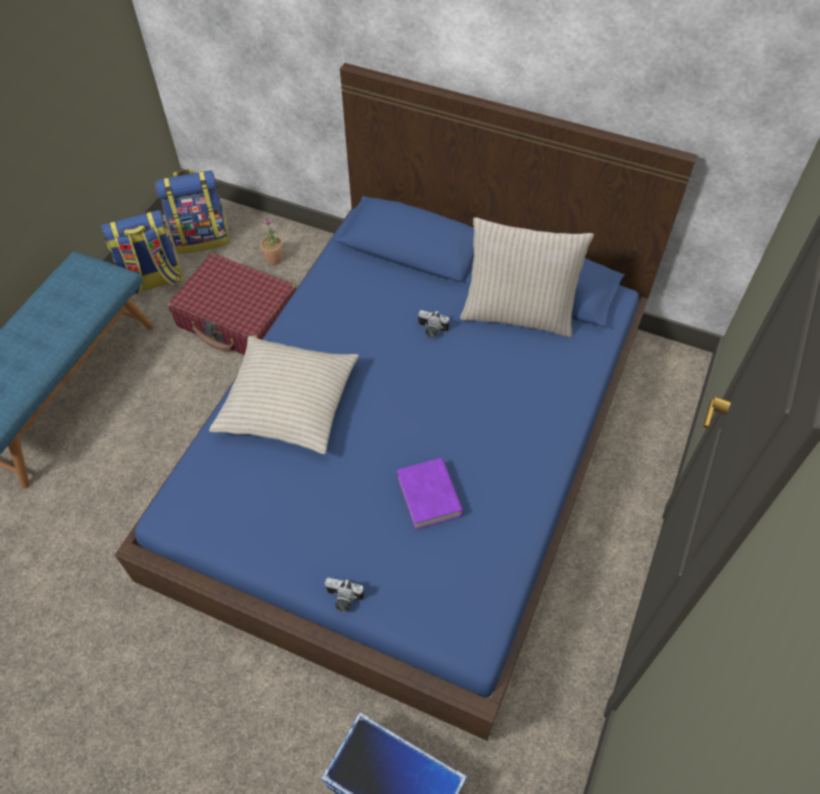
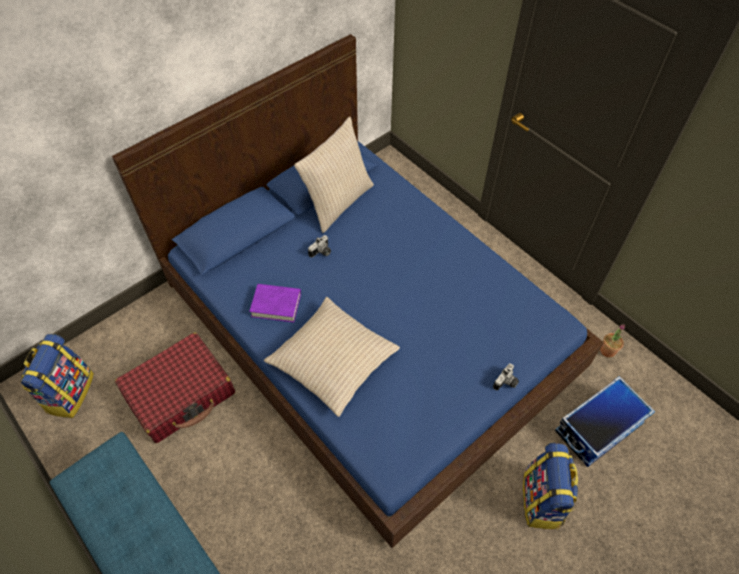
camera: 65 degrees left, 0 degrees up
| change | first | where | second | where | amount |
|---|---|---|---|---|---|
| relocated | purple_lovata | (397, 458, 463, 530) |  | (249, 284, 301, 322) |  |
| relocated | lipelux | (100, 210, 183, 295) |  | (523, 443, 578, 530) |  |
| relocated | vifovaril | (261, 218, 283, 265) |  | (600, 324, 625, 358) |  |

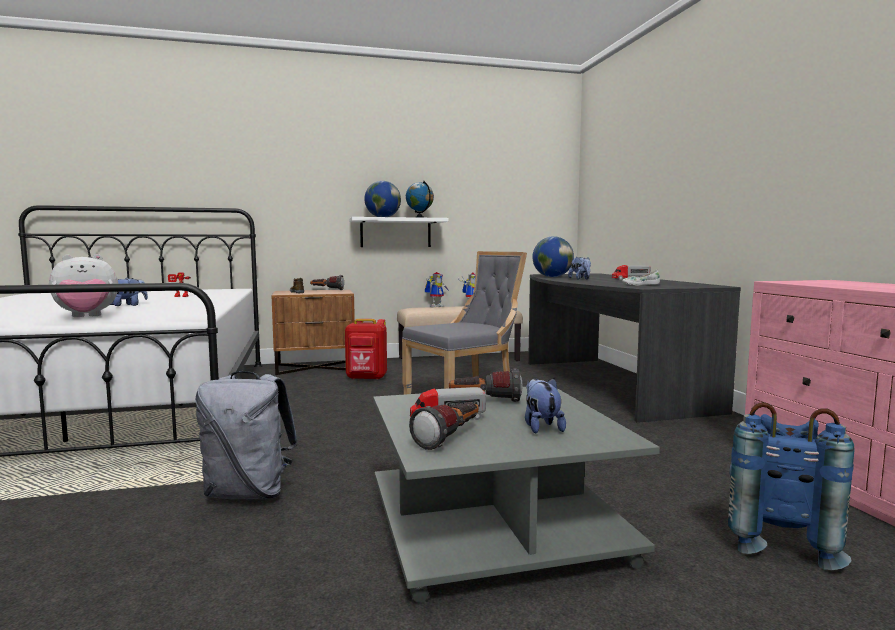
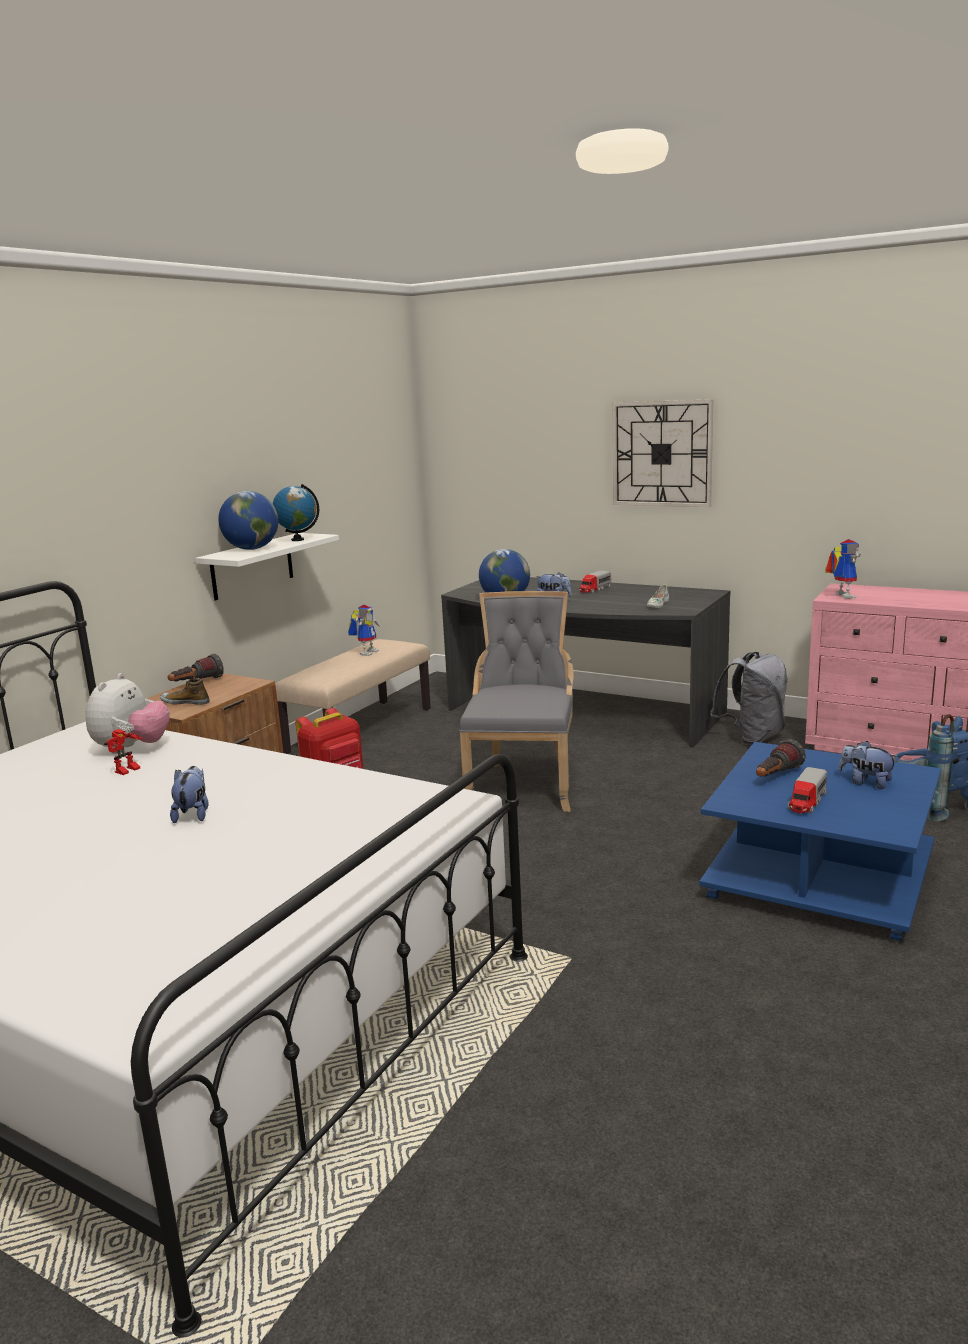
camera: 45 degrees left, 10 degrees up
| change | first | where | second | where | amount |
|---|---|---|---|---|---|
| relocated | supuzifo | (49, 254, 118, 317) |  | (85, 673, 170, 754) |  |
| appeared |  |  | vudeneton | (612, 399, 713, 507) |  |
| colour | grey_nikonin | (373, 387, 660, 603) | blue_nikonin | (699, 742, 941, 942) |  |
| relocated | grey_lipelux | (195, 371, 298, 499) |  | (710, 652, 788, 745) |  |
| relocated | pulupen | (425, 272, 449, 307) |  | (825, 539, 861, 599) |  |
| missing | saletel | (409, 402, 479, 450) |  |  |  |

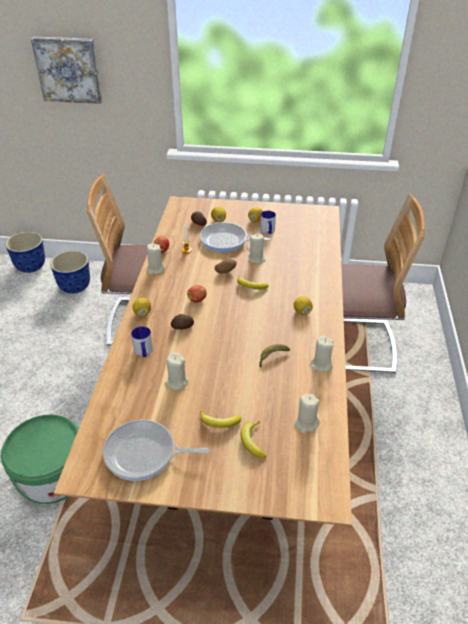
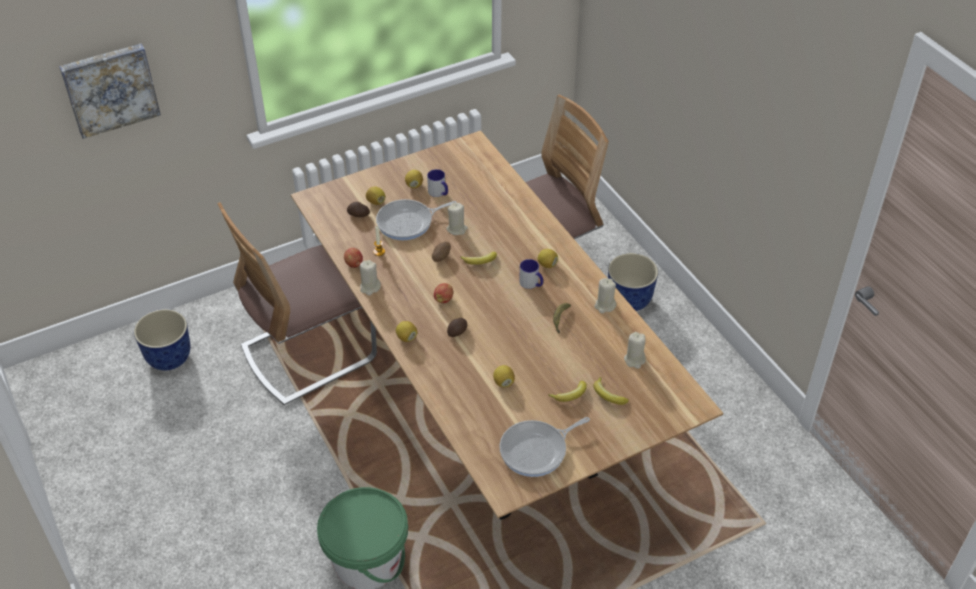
camera: 35 degrees left, 5 degrees up
| change | first | where | second | where | amount |
|---|---|---|---|---|---|
| exchanged | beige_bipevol | (165, 353, 189, 390) | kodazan | (493, 365, 515, 387) |  |
| relocated | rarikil | (131, 326, 153, 357) |  | (519, 259, 543, 289) |  |
| relocated | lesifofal | (5, 232, 45, 273) |  | (608, 253, 658, 311) |  |

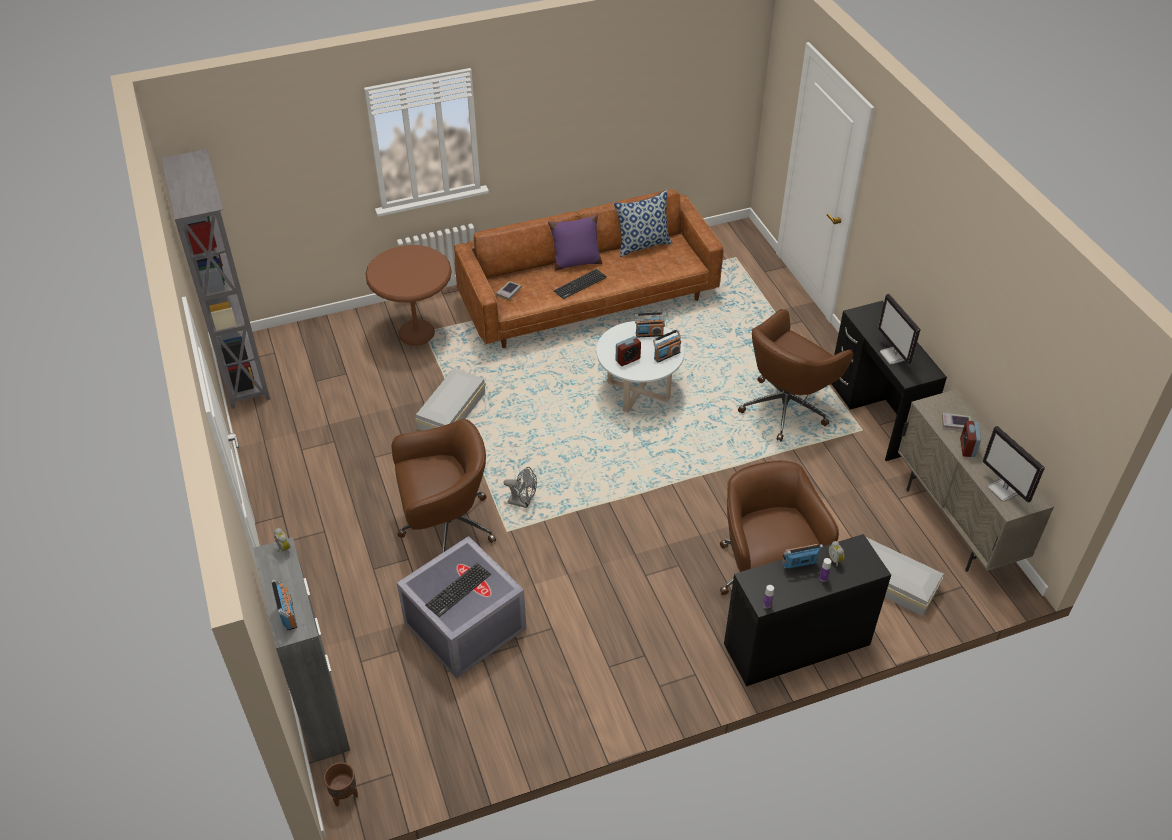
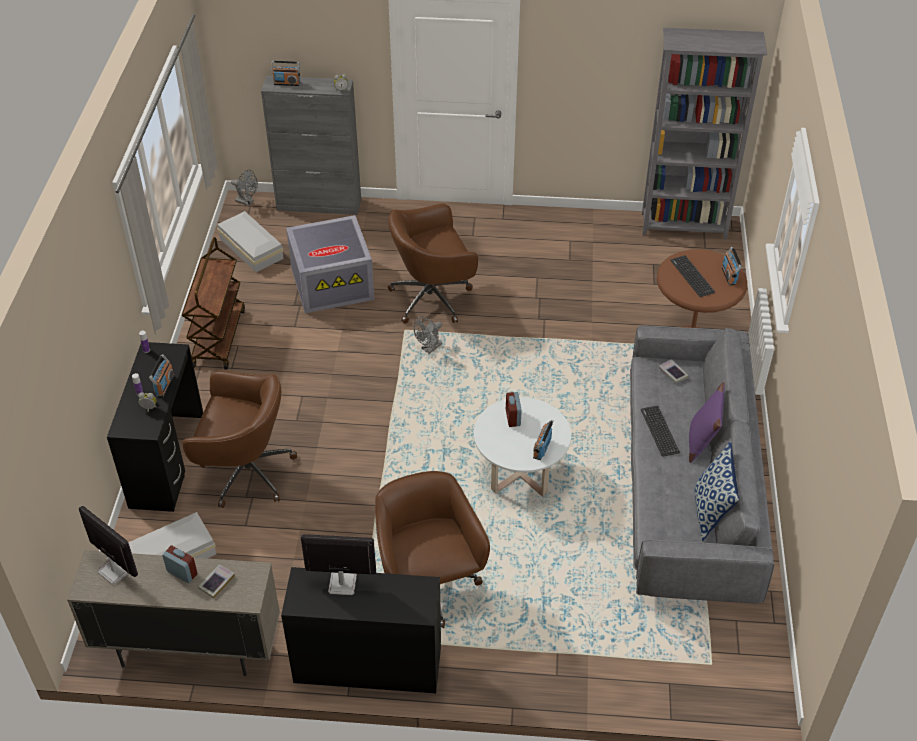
camera: 115 degrees right, 0 degrees up
| change | first | where | second | where | amount |
|---|---|---|---|---|---|
| spun | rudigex | (982, 426, 1045, 503) |  | (79, 506, 138, 585) | 45 degrees clockwise |
| appeared |  |  | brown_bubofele | (182, 237, 245, 370) |  |
| relocated | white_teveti | (416, 368, 486, 430) |  | (217, 211, 284, 272) |  |
| exchanged | brown_lesifofal | (324, 762, 358, 807) | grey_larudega | (231, 170, 258, 206) |  |
| spun | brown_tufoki | (391, 419, 496, 553) |  | (388, 203, 478, 324) | 60 degrees clockwise |
| colour | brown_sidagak | (454, 189, 724, 348) | grey_sidagak | (630, 326, 774, 604) |  |
| relocated | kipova | (425, 563, 491, 617) |  | (670, 255, 715, 297) |  |
| relocated | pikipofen | (653, 330, 681, 362) |  | (722, 247, 742, 285) |  |

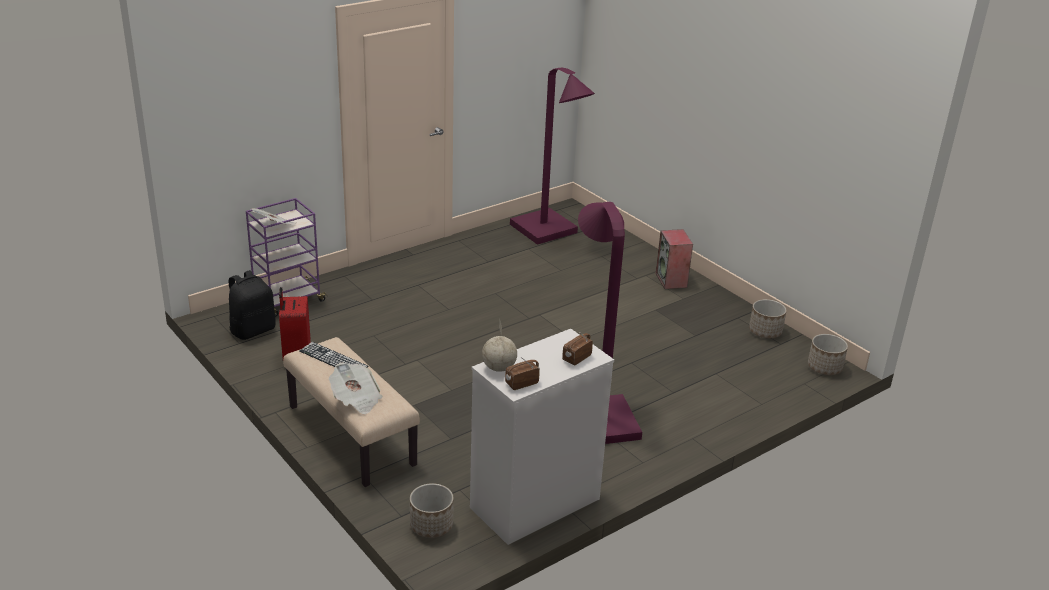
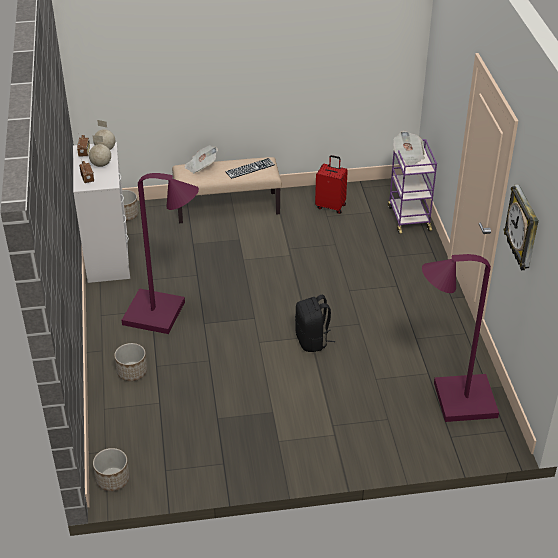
camera: 120 degrees right, 10 degrees up
| change | first | where | second | where | amount |
|---|---|---|---|---|---|
| appeared |  |  | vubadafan | (89, 135, 111, 167) |  |
| relocated | lesifofal | (749, 299, 787, 338) |  | (114, 343, 147, 381) |  |
| relocated | black_lipelux | (229, 270, 276, 340) |  | (295, 295, 335, 352) |  |
| appeared |  |  | vudeneton | (504, 184, 539, 270) |  |
| missing | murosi | (656, 229, 693, 289) |  |  |  |

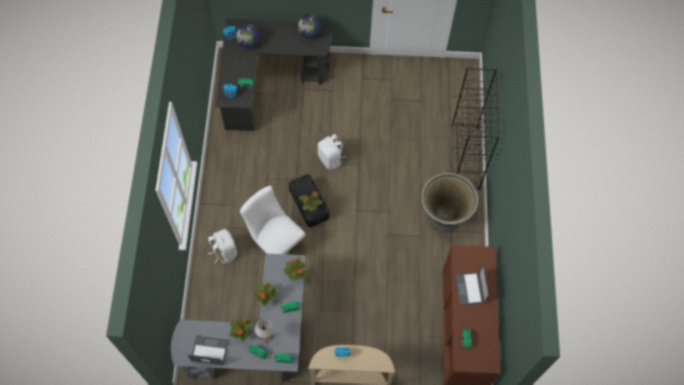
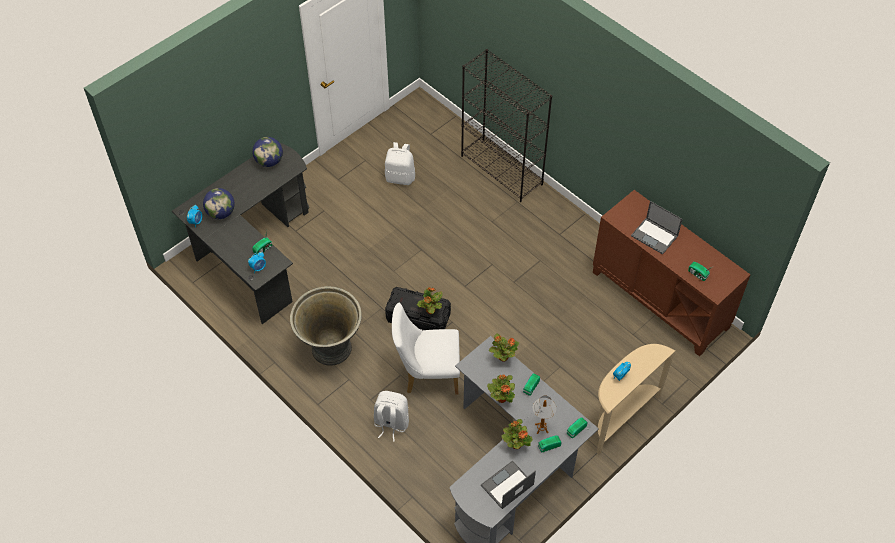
camera: 45 degrees left, 10 degrees down
| change | first | where | second | where | amount |
|---|---|---|---|---|---|
| relocated | grey_lesifofal | (421, 173, 478, 232) |  | (290, 286, 362, 366) |  |
| relocated | white_lipelux | (318, 134, 346, 170) |  | (385, 142, 415, 185) |  |

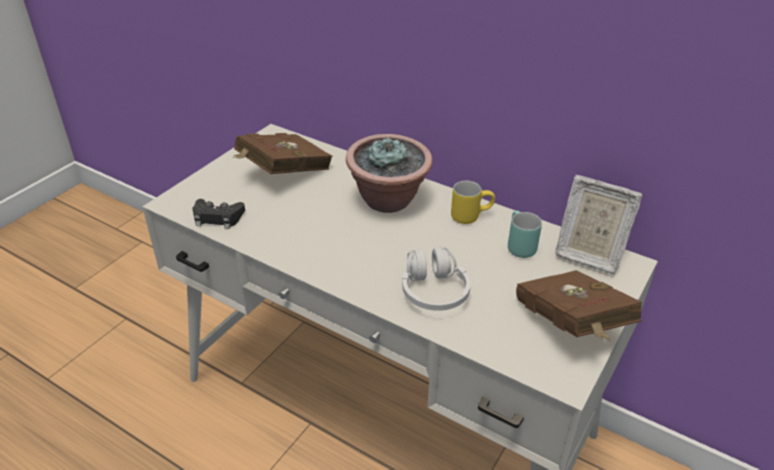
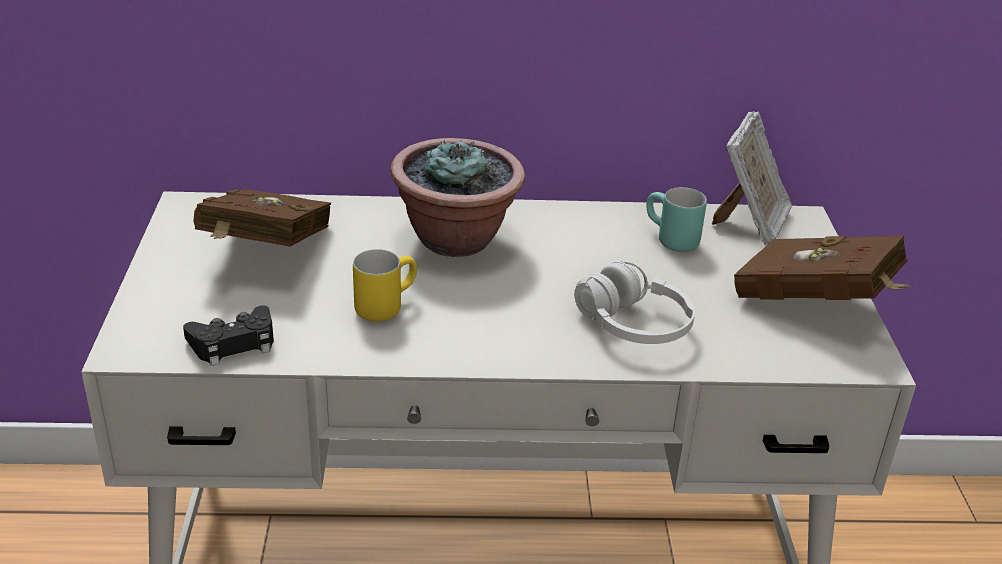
camera: 35 degrees left, 5 degrees down
| change | first | where | second | where | amount |
|---|---|---|---|---|---|
| relocated | yellow_rarikil | (451, 181, 495, 224) |  | (353, 249, 417, 322) |  |
| spun | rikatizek | (555, 175, 642, 274) |  | (712, 111, 792, 245) | 60 degrees counterclockwise |

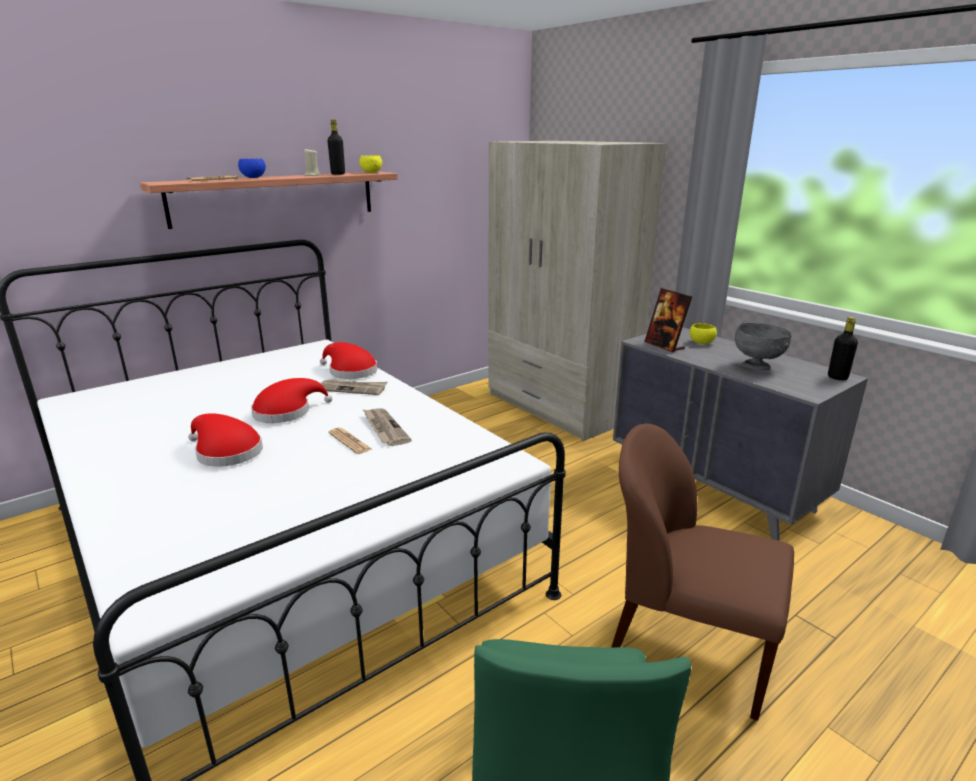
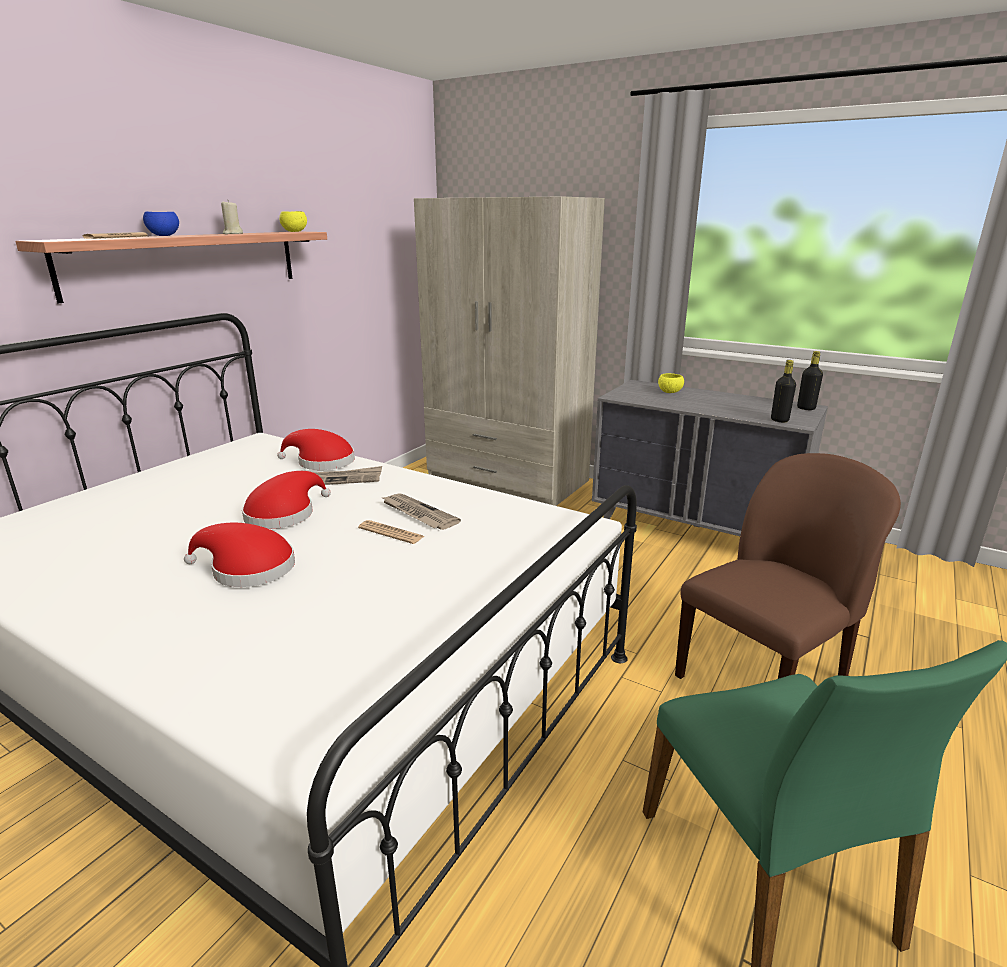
camera: 20 degrees left, 0 degrees up
| change | first | where | second | where | amount |
|---|---|---|---|---|---|
| spun | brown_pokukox | (612, 423, 794, 721) |  | (675, 453, 901, 679) | 135 degrees clockwise |
| relocated | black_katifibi | (328, 119, 345, 175) |  | (771, 360, 796, 422) |  |
| missing | rikatizek | (644, 288, 692, 353) |  |  |  |
| missing | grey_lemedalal | (735, 323, 792, 371) |  |  |  |

